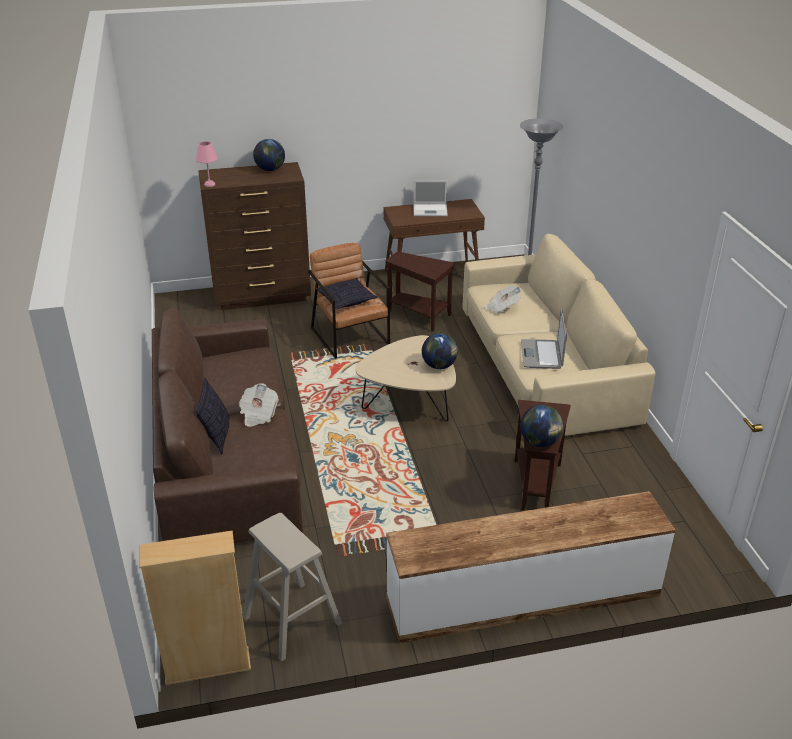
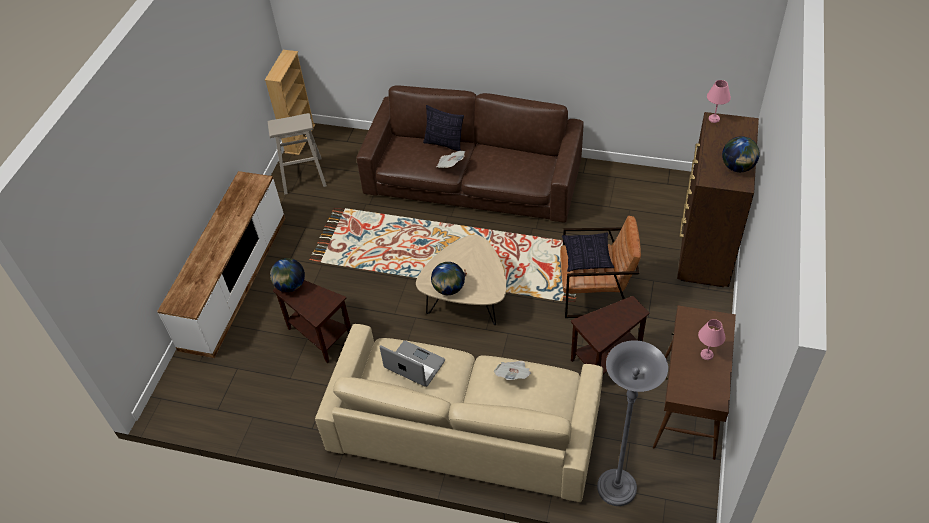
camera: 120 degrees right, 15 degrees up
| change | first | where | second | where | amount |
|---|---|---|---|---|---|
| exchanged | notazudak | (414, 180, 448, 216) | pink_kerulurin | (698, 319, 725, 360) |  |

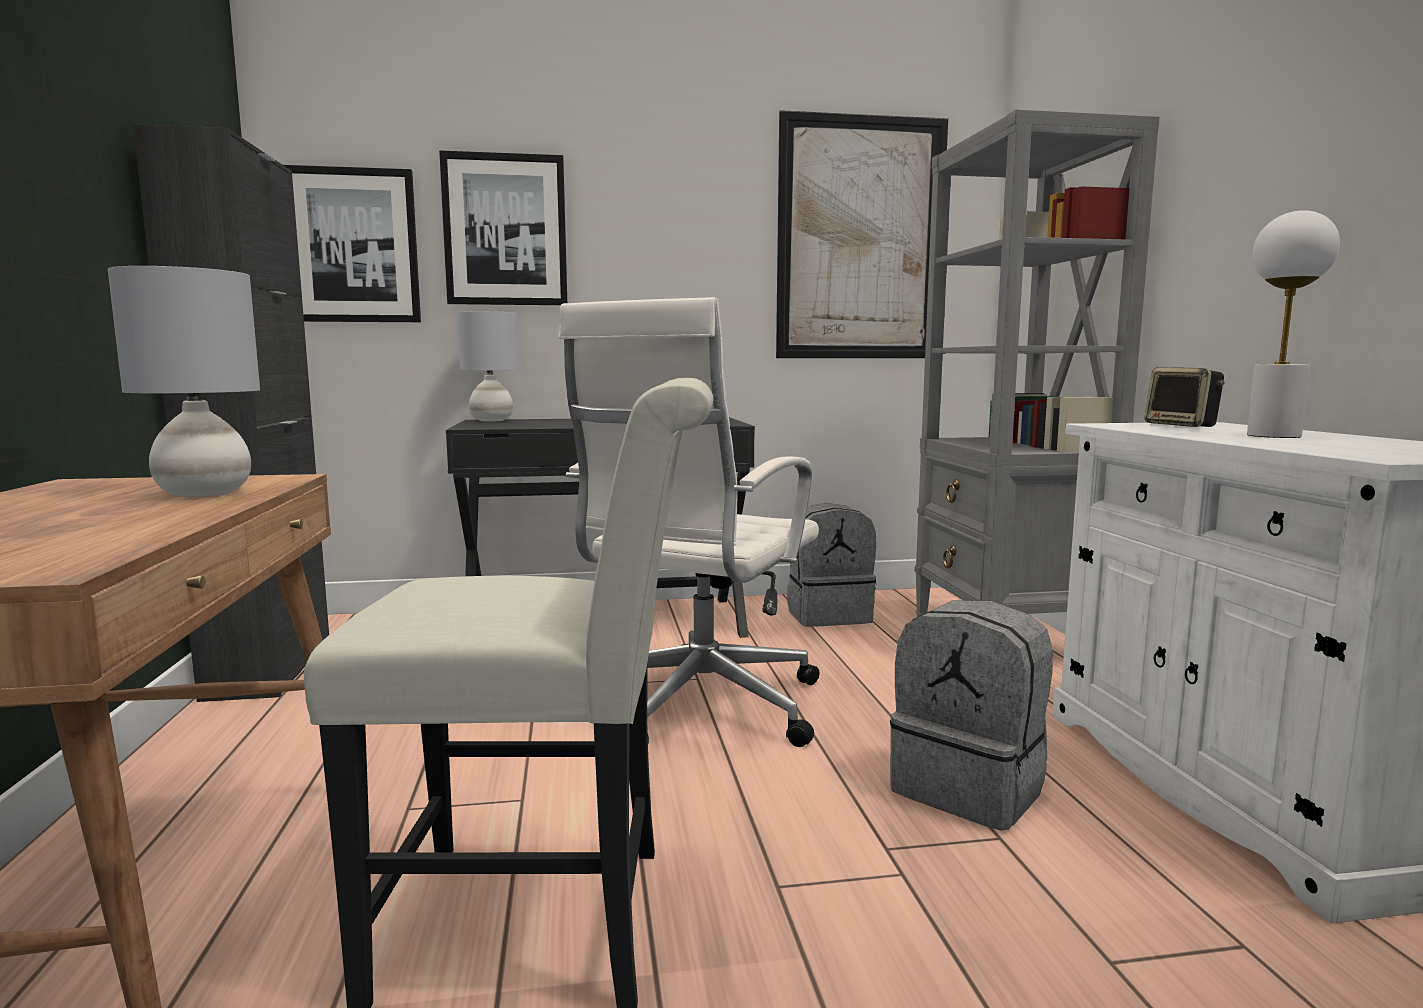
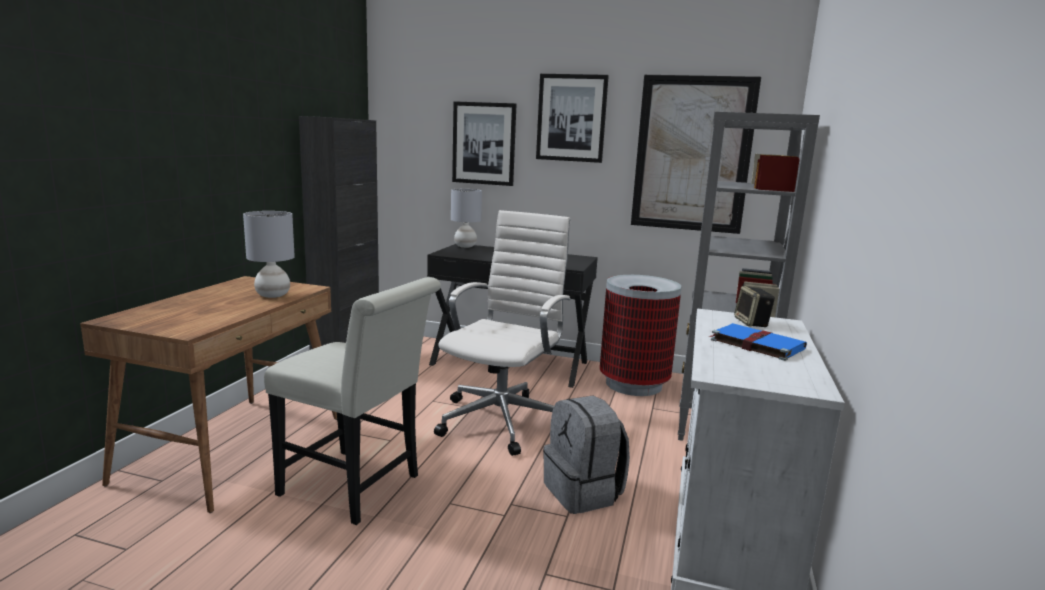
camera: 25 degrees right, 5 degrees up
| change | first | where | second | where | amount |
|---|---|---|---|---|---|
| spun | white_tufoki | (558, 297, 819, 747) |  | (434, 210, 571, 456) | 150 degrees clockwise |
| relocated | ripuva | (284, 165, 421, 322) |  | (536, 74, 609, 163) |  |
| exchanged | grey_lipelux | (787, 503, 876, 627) | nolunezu | (600, 275, 681, 396) |  |
| exchanged | white_kerulurin | (1247, 210, 1340, 438) | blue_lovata | (709, 323, 807, 361) |  |

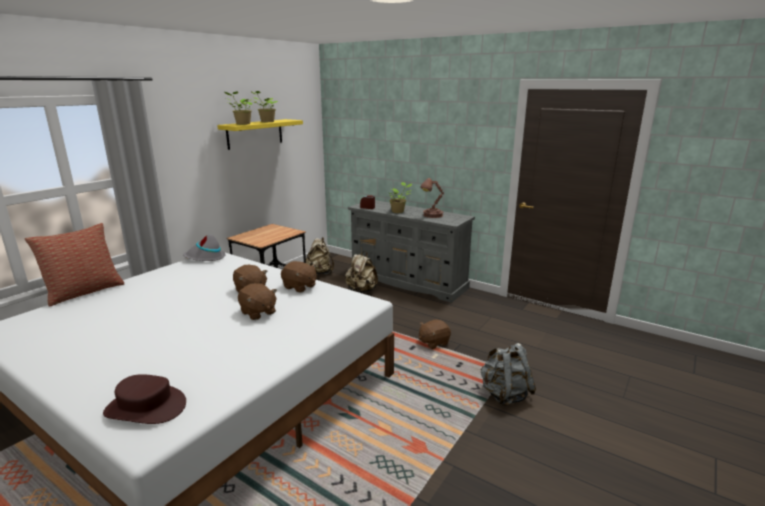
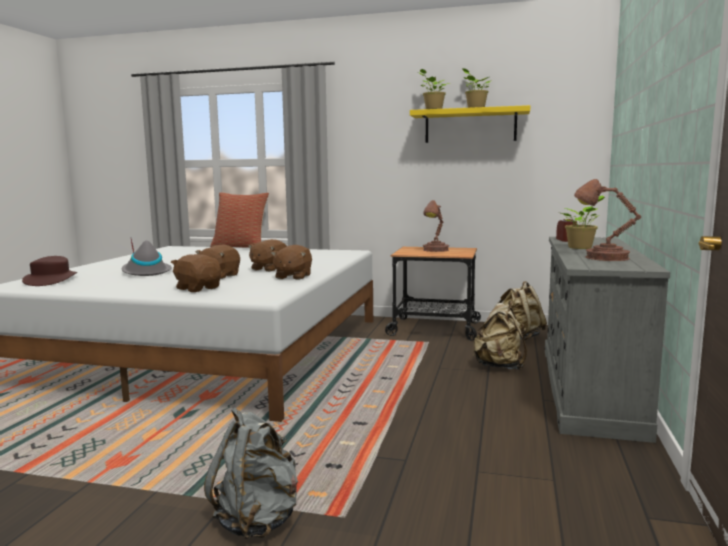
camera: 70 degrees right, 10 degrees down
| change | first | where | second | where | amount |
|---|---|---|---|---|---|
| relocated | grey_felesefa | (183, 234, 226, 261) |  | (122, 239, 172, 276) |  |
| relocated | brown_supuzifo | (419, 319, 451, 349) |  | (171, 254, 221, 292) |  |
| appeared |  |  | brown_kerulurin | (423, 200, 449, 252) |  |

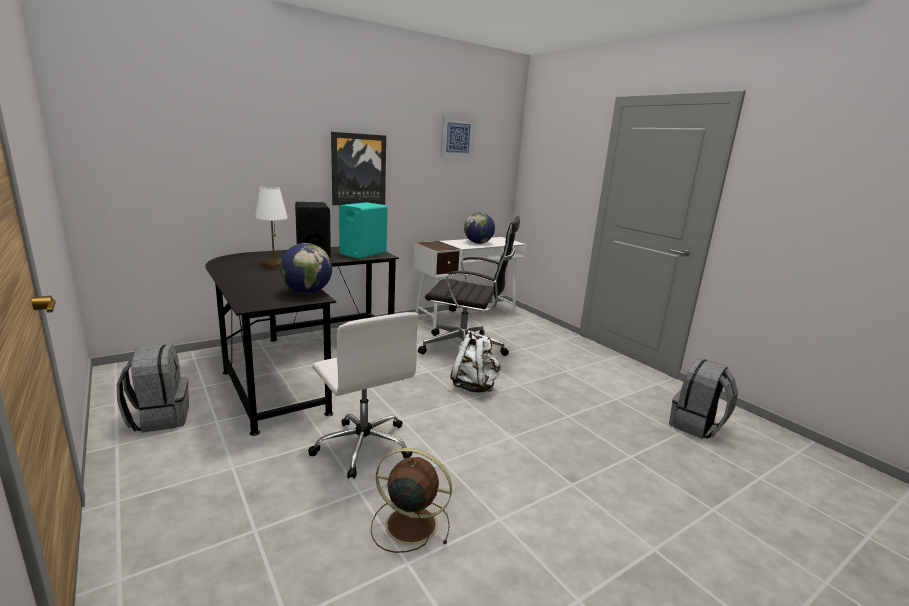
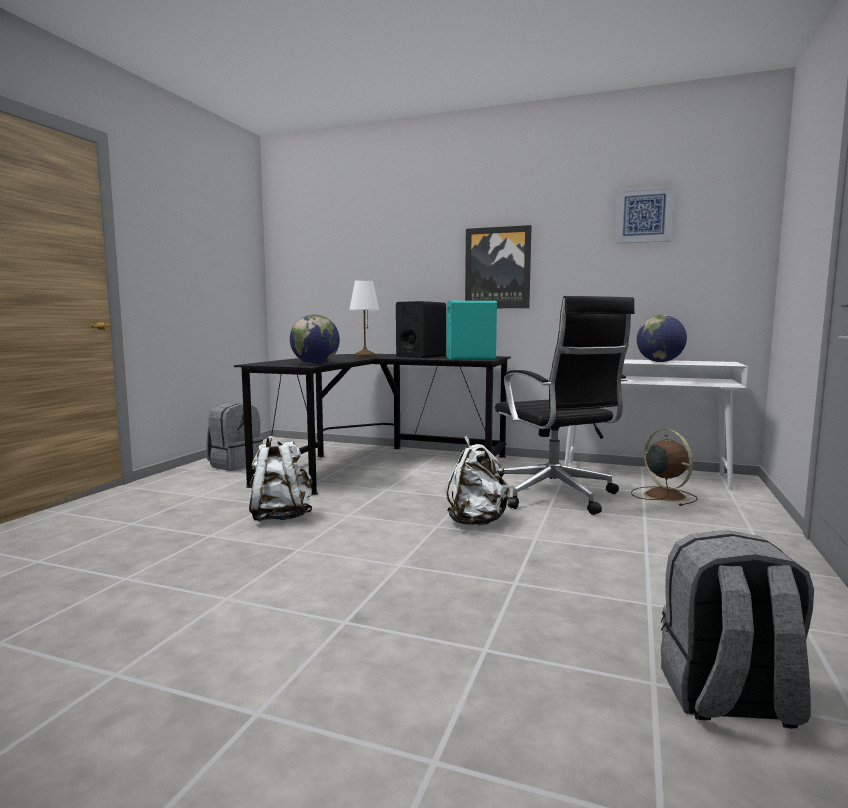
camera: 55 degrees right, 10 degrees down
| change | first | where | second | where | amount |
|---|---|---|---|---|---|
| exchanged | white_tufoki | (308, 312, 419, 479) | white_lipelux | (248, 436, 313, 521) |  |
| relocated | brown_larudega | (371, 448, 452, 553) |  | (631, 429, 698, 506) |  |

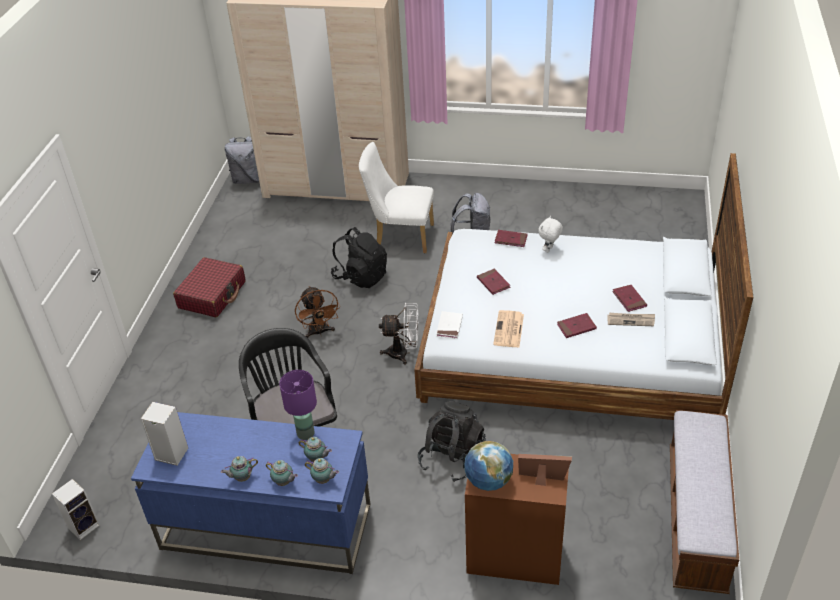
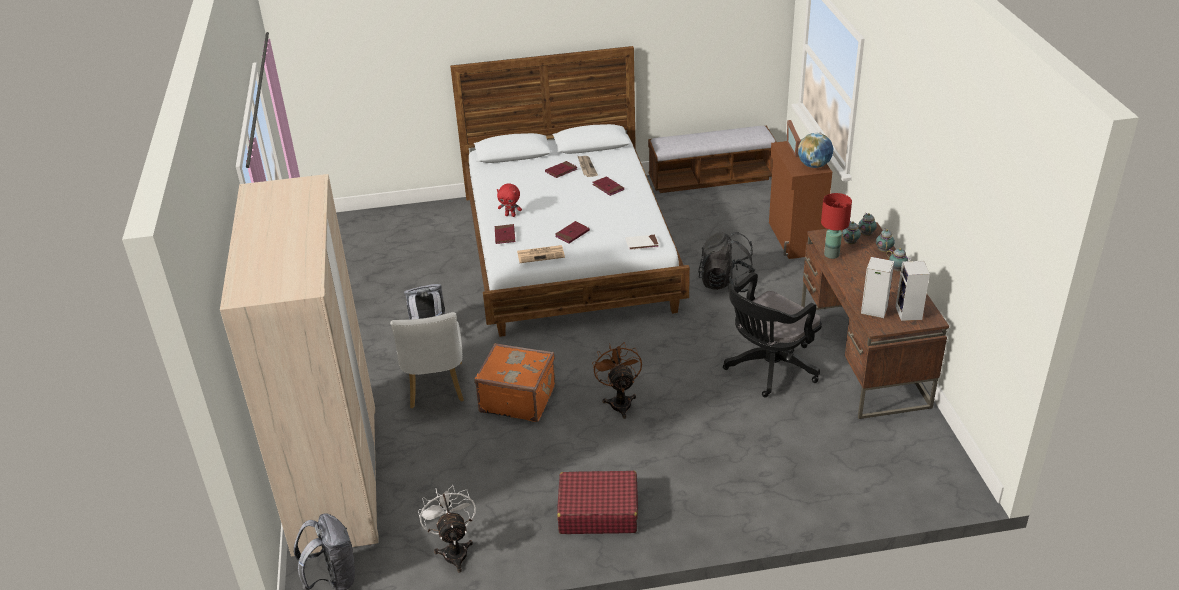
camera: 110 degrees left, 5 degrees down
| change | first | where | second | where | amount |
|---|---|---|---|---|---|
| relocated | white_larudega | (379, 303, 419, 364) |  | (418, 485, 476, 573) |  |
| exchanged | black_lipelux | (331, 227, 387, 288) | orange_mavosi | (474, 343, 555, 422) |  |
| colour | white_supuzifo | (538, 216, 563, 253) | red_supuzifo | (497, 183, 522, 217) |  |
| relocated | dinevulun | (493, 310, 524, 347) |  | (517, 245, 565, 263) |  |
| spun | brown_larudega | (295, 286, 340, 338) |  | (592, 342, 642, 419) | 60 degrees counterclockwise |
| colour | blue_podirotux | (131, 412, 370, 574) | brown_podirotux | (801, 222, 949, 419) |  |
| colour | purple_kerulurin | (279, 370, 317, 440) | red_kerulurin | (821, 193, 852, 259) |  |
| relocated | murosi | (52, 479, 100, 540) |  | (861, 257, 894, 318) |  |

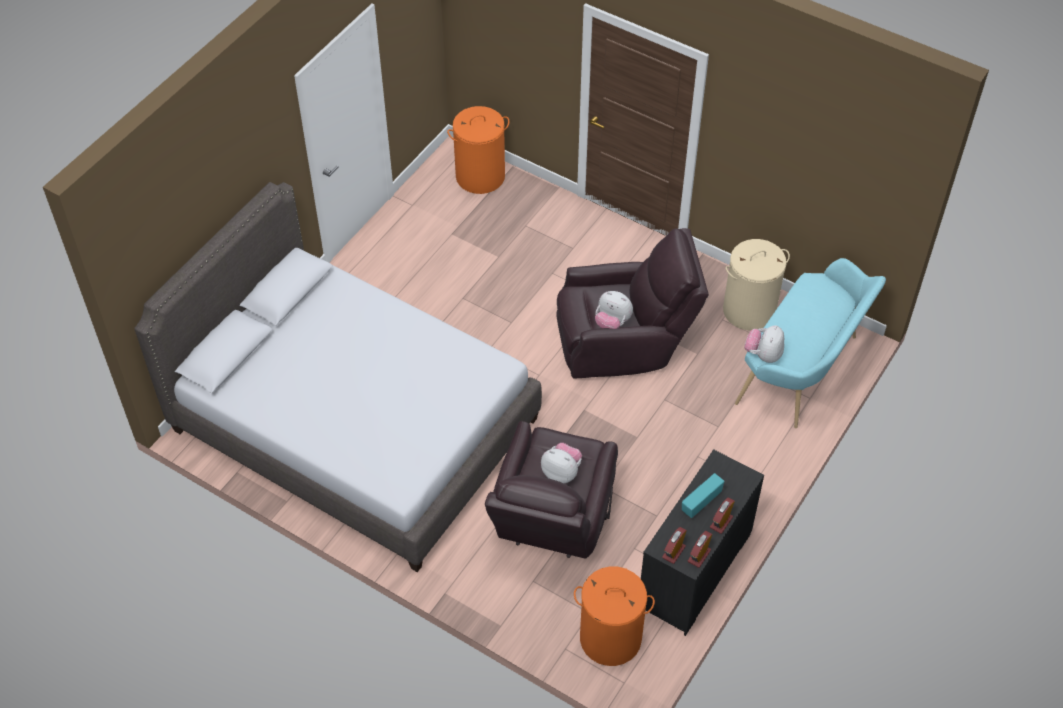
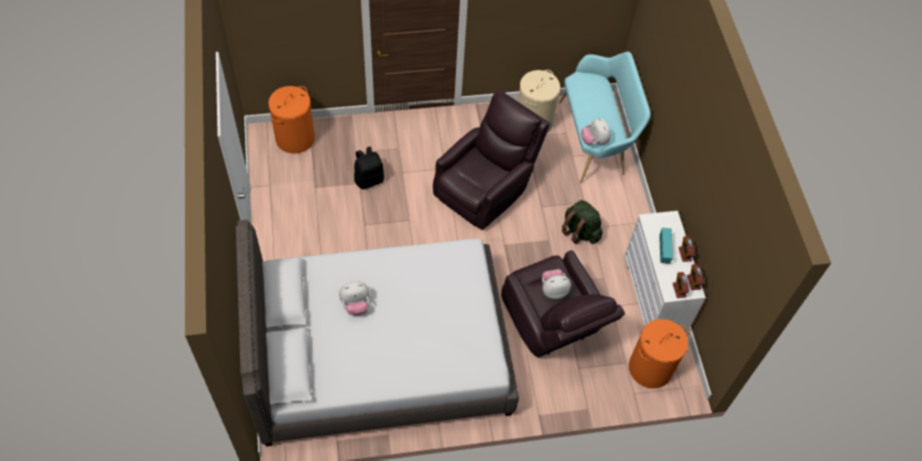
camera: 45 degrees left, 5 degrees up
| change | first | where | second | where | amount |
|---|---|---|---|---|---|
| relocated | supuzifo | (595, 291, 633, 329) |  | (339, 281, 369, 315) |  |
| appeared |  |  | black_lipelux | (354, 146, 384, 189) |  |
| appeared |  |  | green_lipelux | (562, 200, 603, 244) |  |
| colour | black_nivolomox | (641, 449, 764, 636) | white_nivolomox | (624, 211, 706, 334) |  |

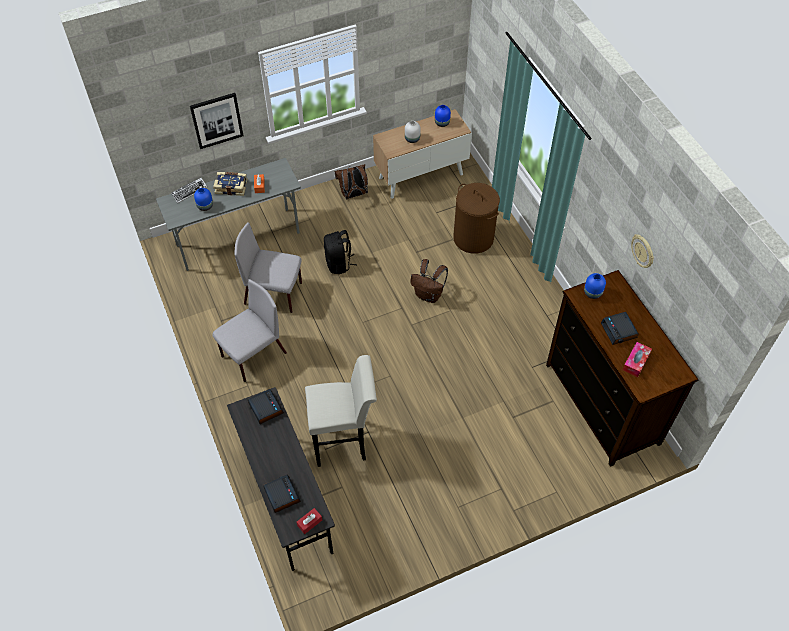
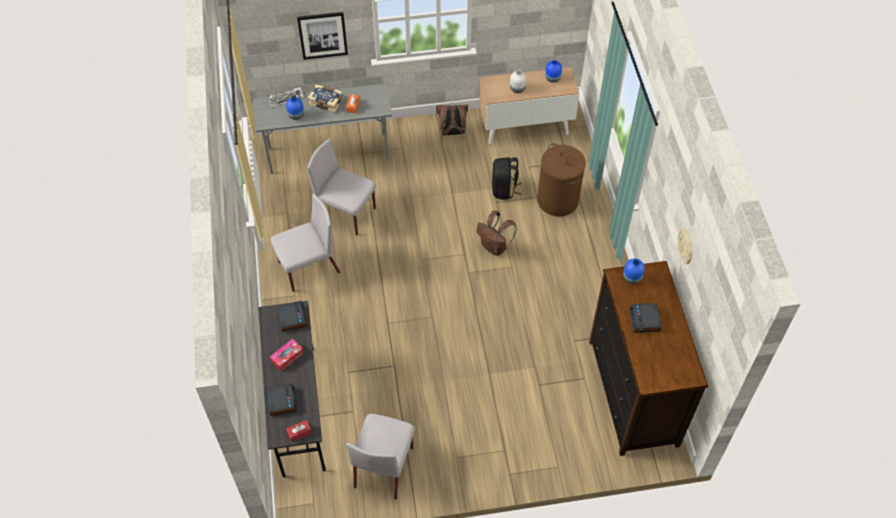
camera: 15 degrees right, 0 degrees up
| change | first | where | second | where | amount |
|---|---|---|---|---|---|
| relocated | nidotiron | (623, 342, 652, 377) |  | (270, 339, 304, 371) |  |
| appeared |  |  | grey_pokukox | (346, 414, 415, 500) |  |
| relocated | black_lipelux | (324, 230, 357, 274) |  | (492, 157, 522, 200) |  |
| missing | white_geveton | (305, 355, 377, 467) |  |  |  |

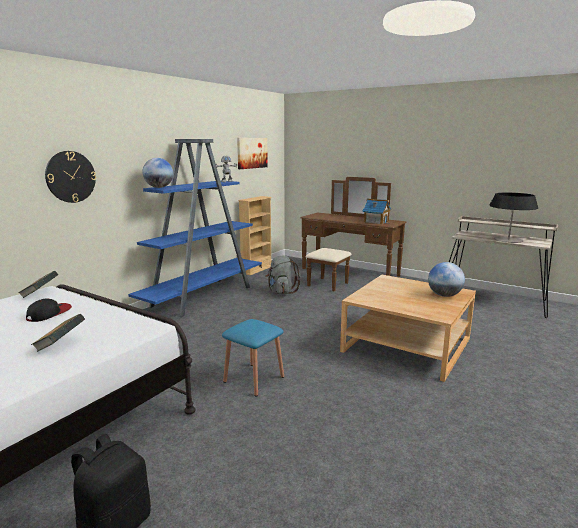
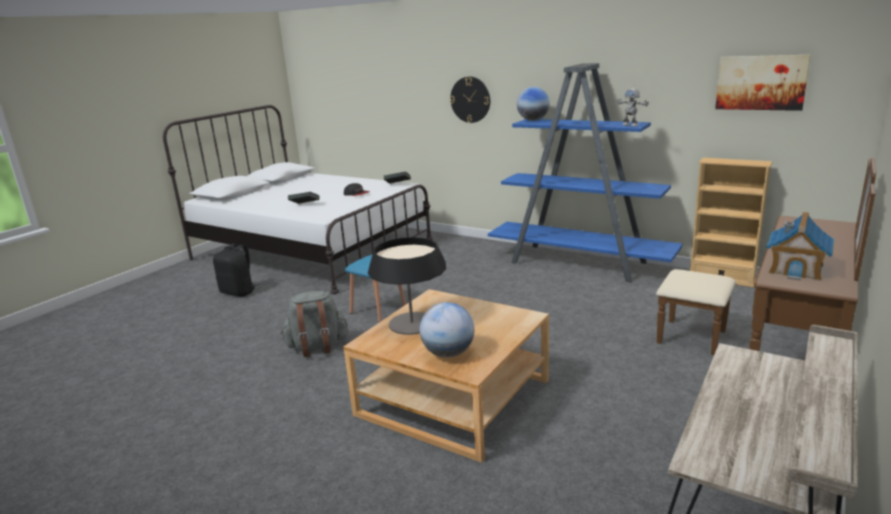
camera: 90 degrees right, 5 degrees up
| change | first | where | second | where | amount |
|---|---|---|---|---|---|
| relocated | grey_lipelux | (265, 256, 300, 294) |  | (281, 291, 348, 357) |  |
| relocated | kerulurin | (490, 193, 538, 243) |  | (368, 237, 446, 335) |  |

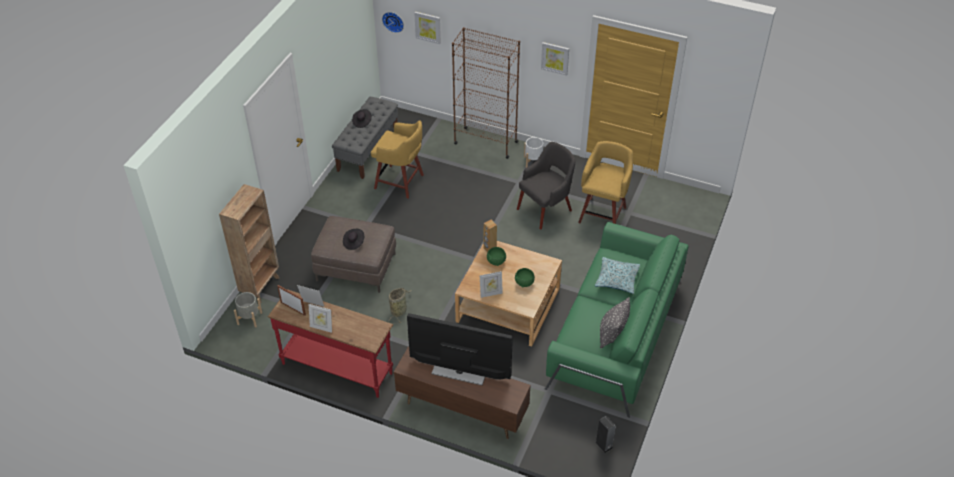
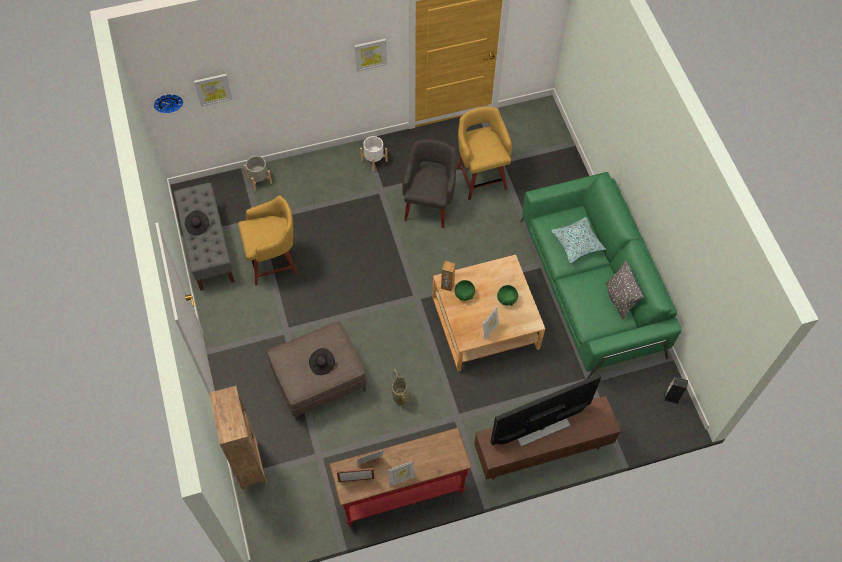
camera: 40 degrees left, 15 degrees up
| change | first | where | second | where | amount |
|---|---|---|---|---|---|
| relocated | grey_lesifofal | (234, 292, 262, 328) |  | (244, 156, 272, 191) |  |
| missing | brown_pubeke | (452, 27, 520, 159) |  |  |  |

